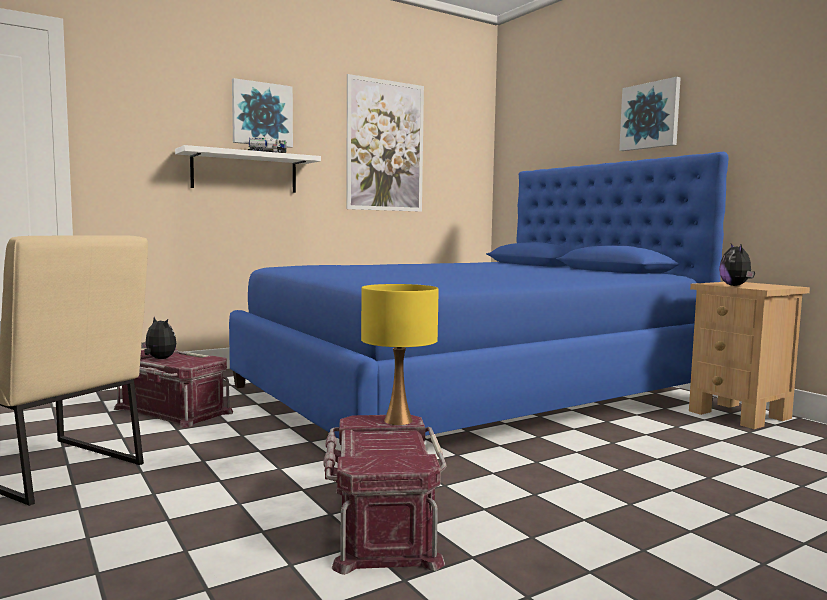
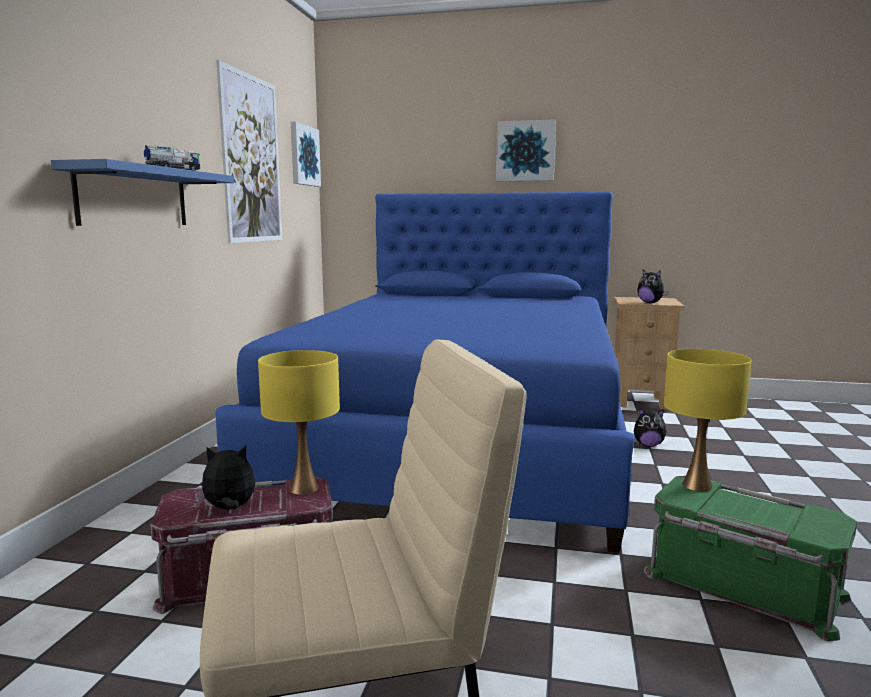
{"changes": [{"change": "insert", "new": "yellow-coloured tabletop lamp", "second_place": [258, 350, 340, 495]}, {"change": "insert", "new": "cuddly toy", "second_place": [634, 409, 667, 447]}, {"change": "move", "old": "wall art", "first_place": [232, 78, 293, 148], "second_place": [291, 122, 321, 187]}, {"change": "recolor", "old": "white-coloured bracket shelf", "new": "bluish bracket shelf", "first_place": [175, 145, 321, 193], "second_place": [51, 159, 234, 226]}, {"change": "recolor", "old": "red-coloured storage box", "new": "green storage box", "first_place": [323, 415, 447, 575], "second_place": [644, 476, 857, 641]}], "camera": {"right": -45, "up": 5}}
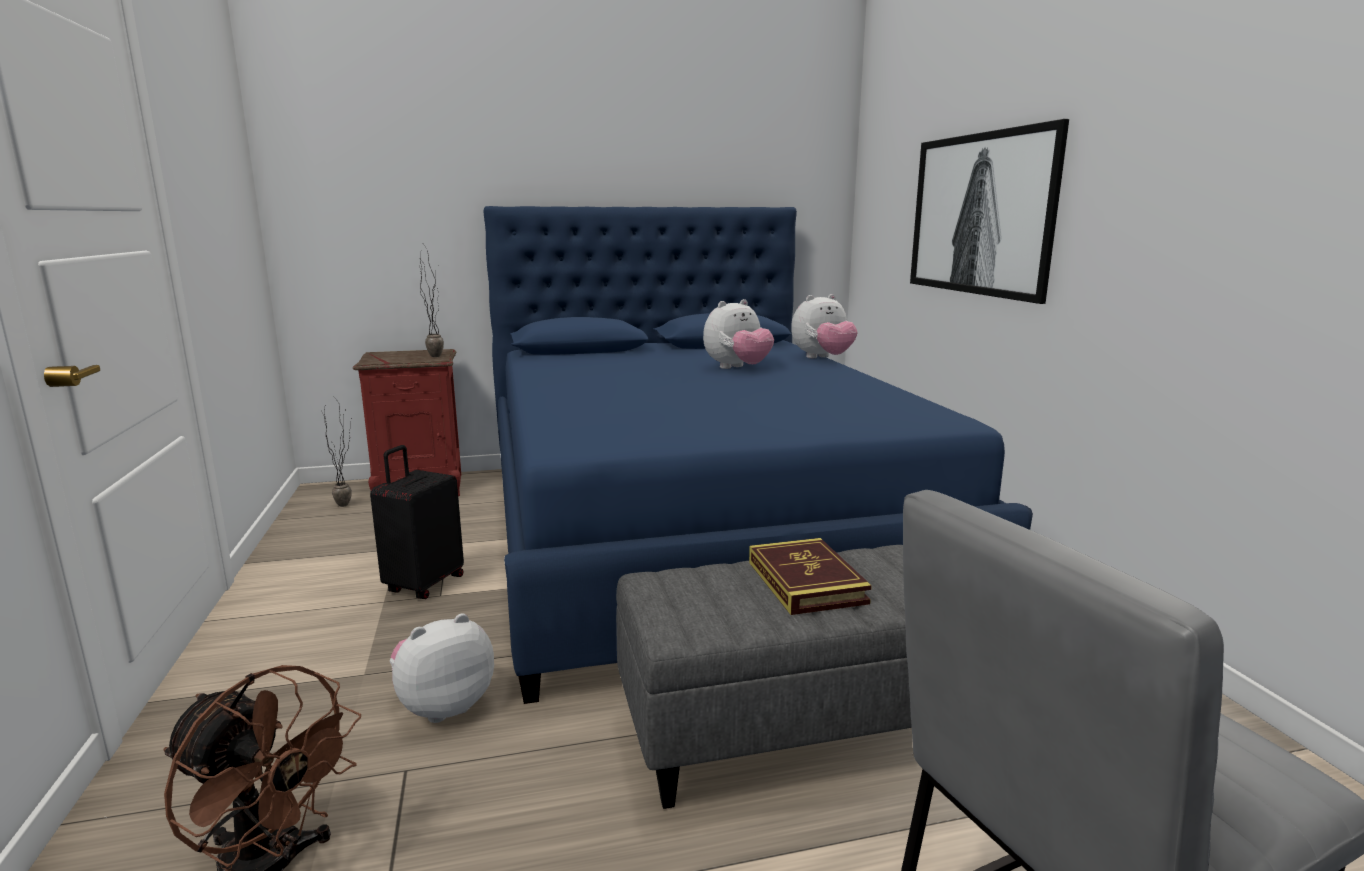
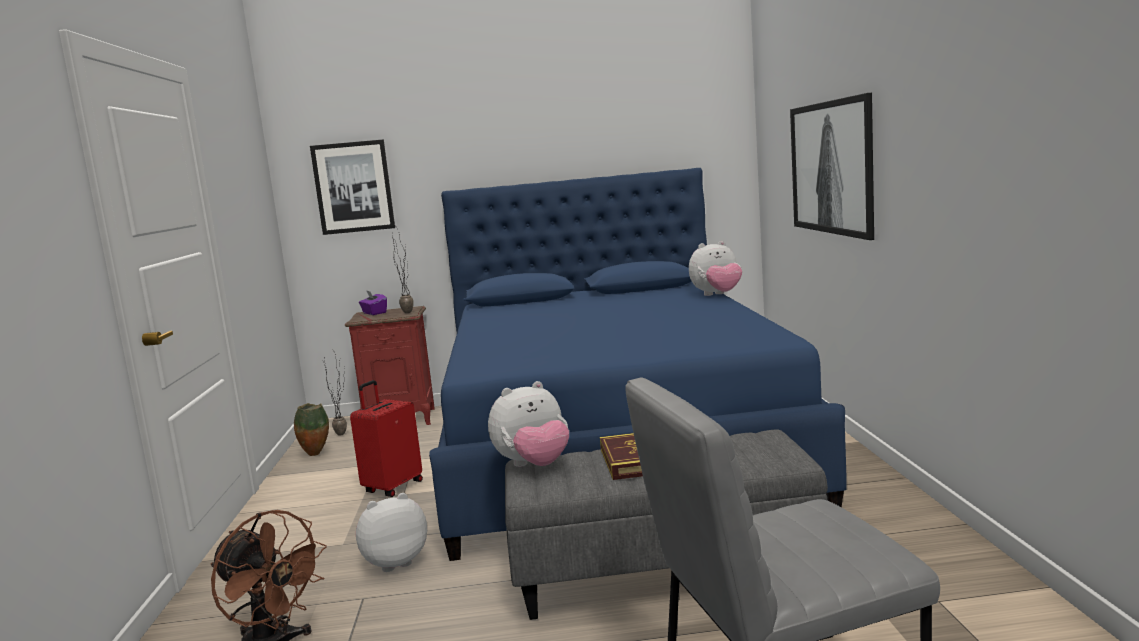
{"changes": [{"change": "insert", "new": "vase", "second_place": [294, 403, 329, 456]}, {"change": "insert", "new": "wall art", "second_place": [310, 139, 395, 235]}, {"change": "insert", "new": "purple box of tissues", "second_place": [359, 290, 387, 315]}, {"change": "move", "old": "cuddly toy", "first_place": [703, 299, 774, 369], "second_place": [488, 381, 569, 467]}, {"change": "recolor", "old": "black piece of luggage", "new": "red-coloured piece of luggage", "first_place": [370, 445, 464, 599], "second_place": [350, 380, 423, 497]}], "camera": {"right": 10, "up": -5}}
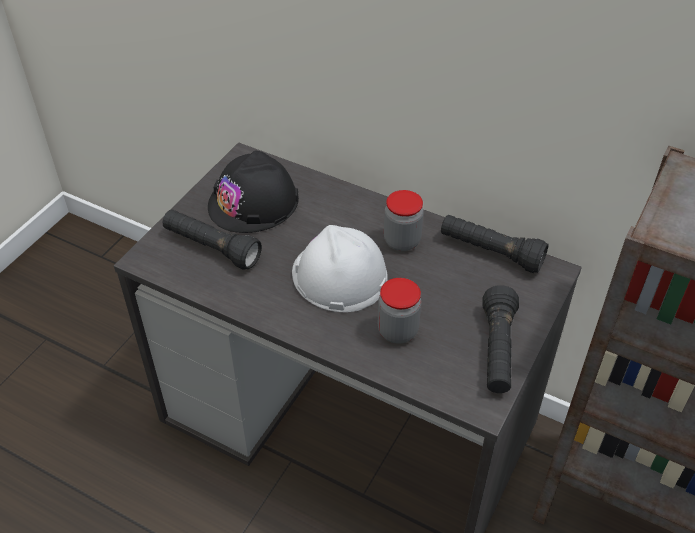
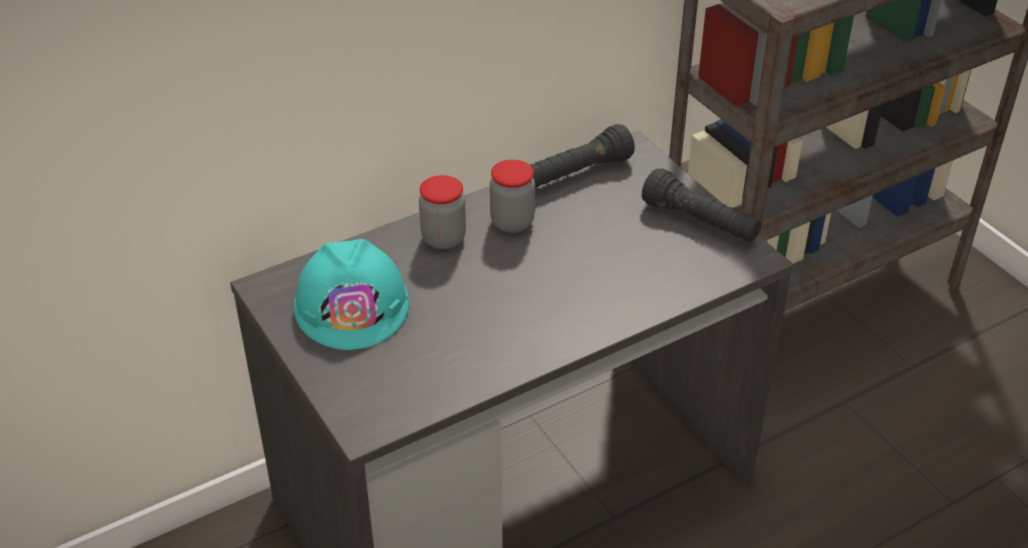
{"changes": [{"change": "delete", "old": "black flashlight", "first_place": [163, 209, 262, 270]}, {"change": "delete", "old": "white-coloured hard hat", "first_place": [292, 225, 388, 312]}, {"change": "move", "old": "preserve jar", "first_place": [378, 278, 421, 344], "second_place": [419, 175, 466, 249]}, {"change": "recolor", "old": "black hard hat", "new": "turquoise-coloured hard hat", "first_place": [208, 150, 299, 233], "second_place": [294, 239, 409, 350]}], "camera": {"right": -60, "up": -5}}
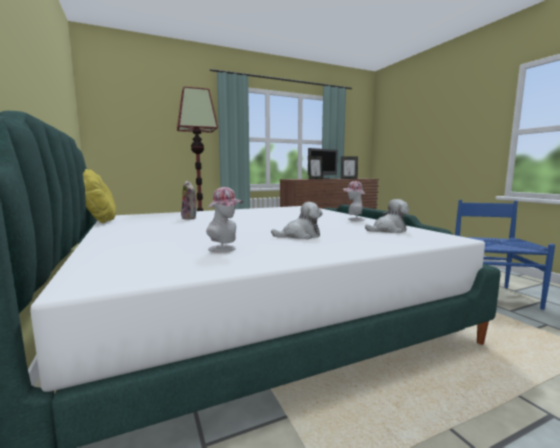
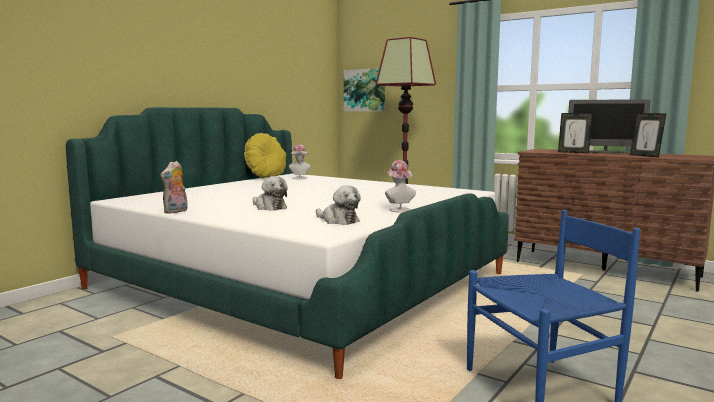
{"changes": [{"change": "insert", "new": "wall art", "second_place": [344, 68, 385, 111]}, {"change": "move", "old": "cuddly toy", "first_place": [181, 181, 198, 219], "second_place": [161, 161, 188, 214]}, {"change": "move", "old": "clothing hat", "first_place": [206, 187, 244, 252], "second_place": [289, 144, 310, 179]}], "camera": {"right": 60, "up": 0}}
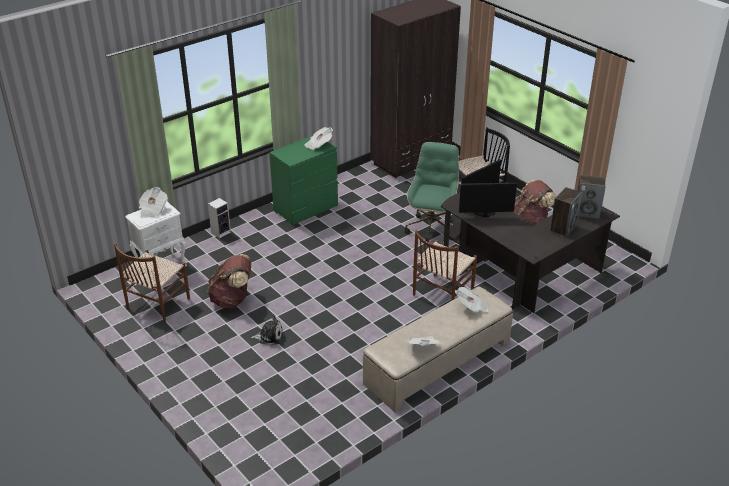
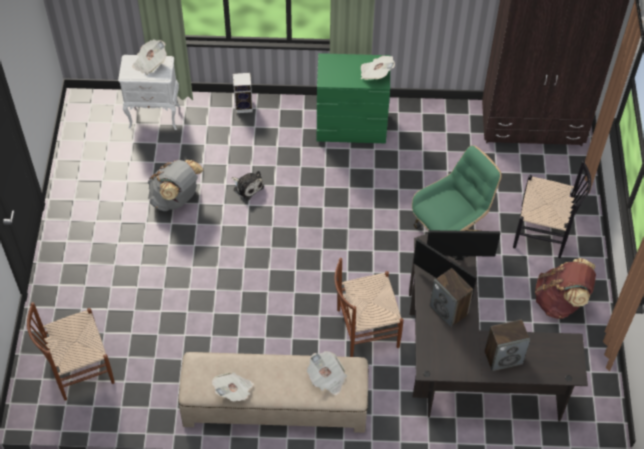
{"changes": [{"change": "move", "old": "brownish chair", "first_place": [114, 243, 190, 323], "second_place": [27, 302, 115, 401]}, {"change": "move", "old": "cuddly toy", "first_place": [251, 316, 283, 345], "second_place": [232, 171, 264, 200]}, {"change": "move", "old": "audio speaker", "first_place": [577, 175, 606, 219], "second_place": [430, 268, 473, 328]}, {"change": "recolor", "old": "brownish backpack", "new": "grey backpack", "first_place": [207, 254, 251, 308], "second_place": [148, 160, 203, 211]}], "camera": {"right": 40, "up": 20}}
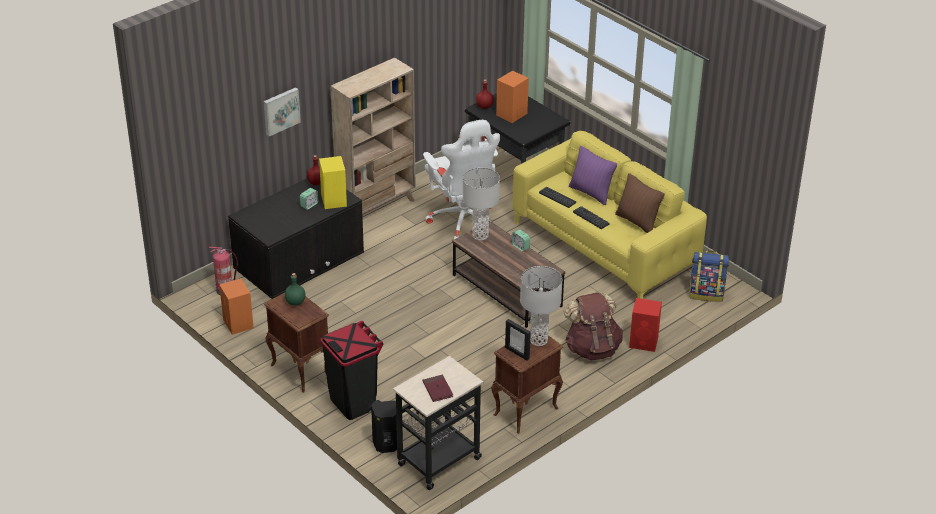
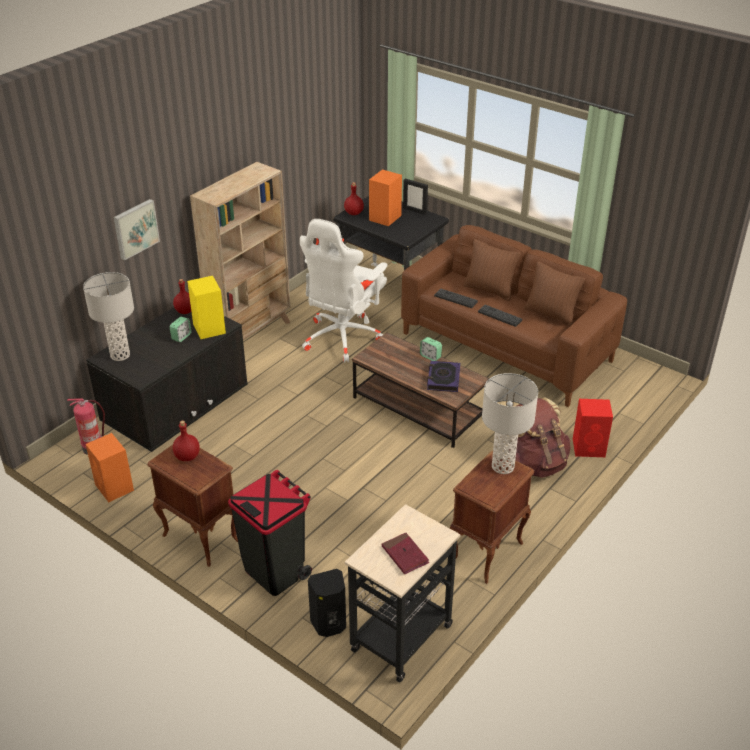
{"changes": [{"change": "delete", "old": "backpack", "first_place": [690, 251, 729, 302]}, {"change": "insert", "new": "volume", "second_place": [427, 361, 460, 392]}, {"change": "move", "old": "white-coloured tabletop lamp", "first_place": [463, 167, 500, 240], "second_place": [83, 272, 134, 361]}, {"change": "move", "old": "standing frame", "first_place": [505, 319, 531, 361], "second_place": [403, 179, 428, 215]}, {"change": "recolor", "old": "green bottle", "new": "red-coloured bottle", "first_place": [285, 273, 306, 306], "second_place": [173, 421, 200, 461]}, {"change": "recolor", "old": "yellow-coloured settee", "new": "brownish settee", "first_place": [513, 131, 707, 299], "second_place": [401, 225, 627, 407]}, {"change": "recolor", "old": "purple cushion", "new": "brownish cushion", "first_place": [569, 146, 617, 205], "second_place": [464, 239, 521, 301]}, {"change": "rotate", "old": "white-coloured desk chair", "first_place": [423, 120, 500, 239], "second_place": [300, 219, 387, 363], "degrees": 60}], "camera": {"right": -10, "up": 0}}
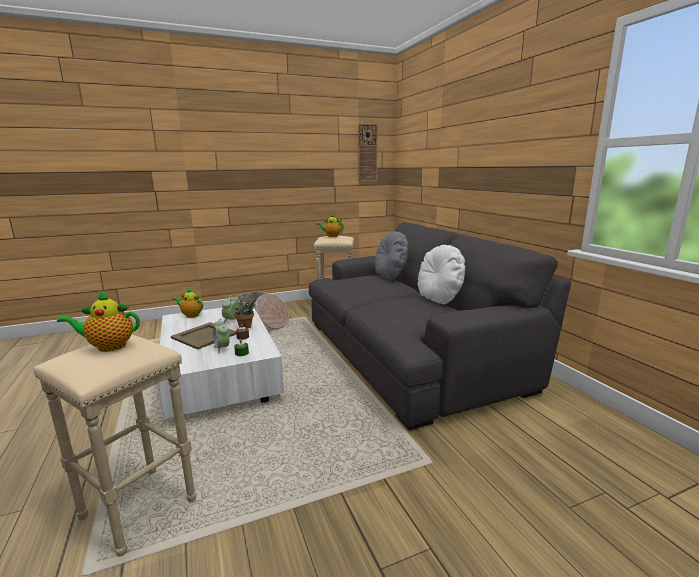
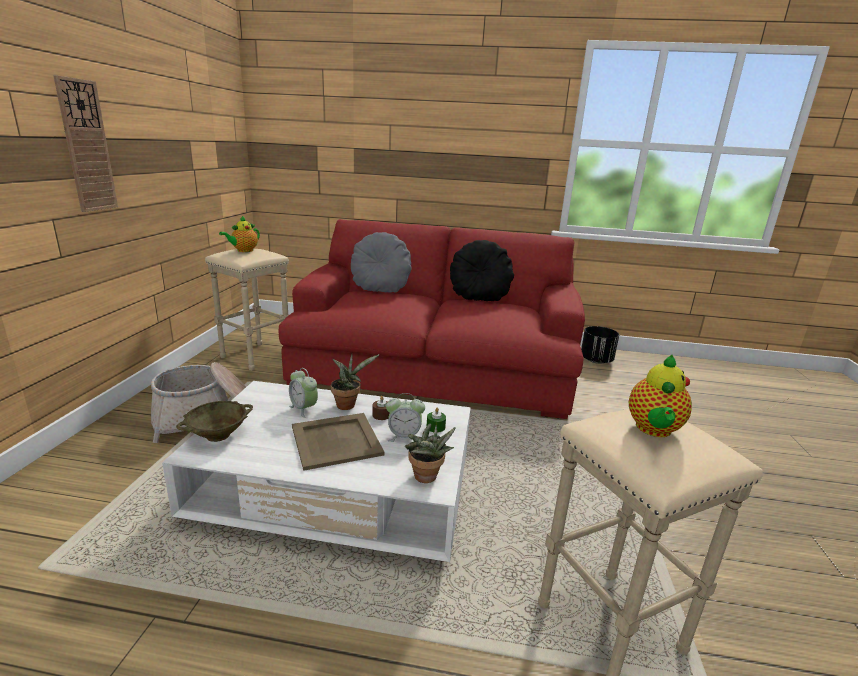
{"changes": [{"change": "insert", "new": "potted plant", "second_place": [405, 423, 456, 483]}, {"change": "insert", "new": "black plant pot", "second_place": [581, 326, 619, 364]}, {"change": "move", "old": "wall clock", "first_place": [358, 124, 378, 182], "second_place": [53, 75, 118, 212]}, {"change": "replace", "old": "pot for tea", "new": "beige-coloured serving bowl", "first_place": [172, 288, 203, 318], "second_place": [176, 401, 253, 442]}, {"change": "recolor", "old": "grey settee", "new": "red-coloured settee", "first_place": [309, 222, 571, 430], "second_place": [279, 219, 585, 419]}, {"change": "recolor", "old": "white-coloured cushion", "new": "black cushion", "first_place": [417, 245, 465, 304], "second_place": [450, 240, 514, 301]}], "camera": {"right": -60, "up": 5}}
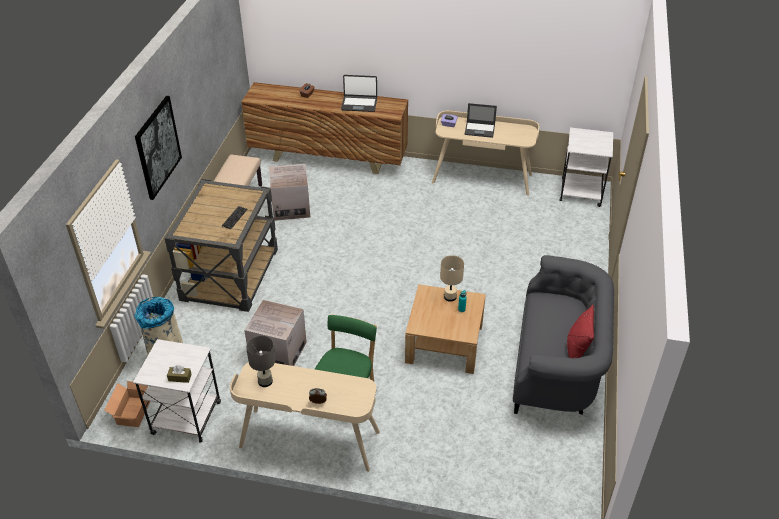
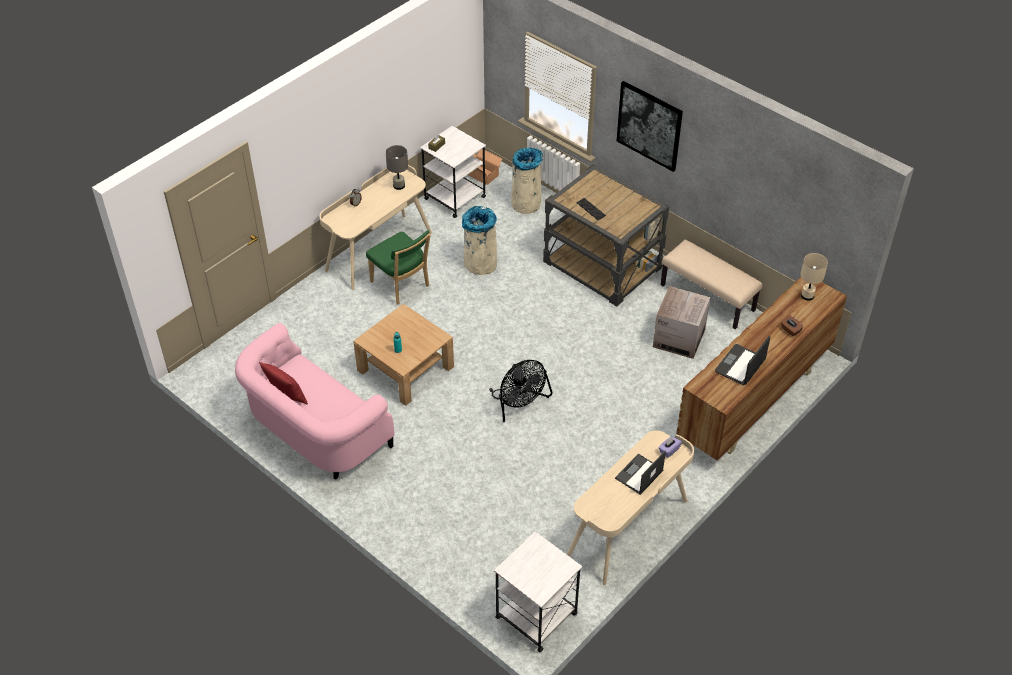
{"changes": [{"change": "insert", "new": "black cooling fan", "second_place": [489, 360, 553, 422]}, {"change": "move", "old": "beige-coloured tabletop lamp", "first_place": [440, 255, 464, 302], "second_place": [801, 253, 828, 300]}, {"change": "replace", "old": "packing box", "new": "beige-coloured waste bin", "first_place": [244, 300, 307, 366], "second_place": [462, 206, 497, 275]}, {"change": "recolor", "old": "grey settee", "new": "pinkish settee", "first_place": [513, 255, 614, 415], "second_place": [235, 323, 395, 480]}], "camera": {"right": 120, "up": 5}}
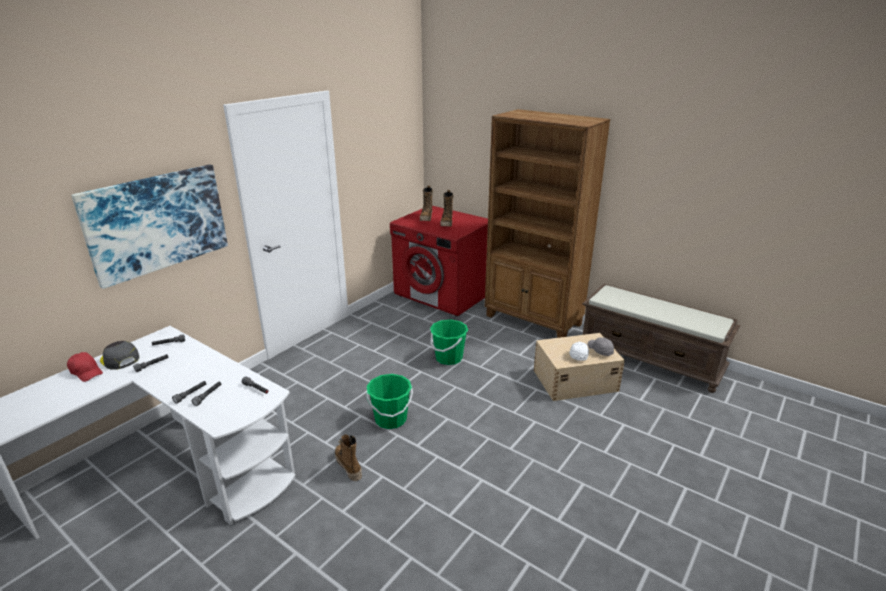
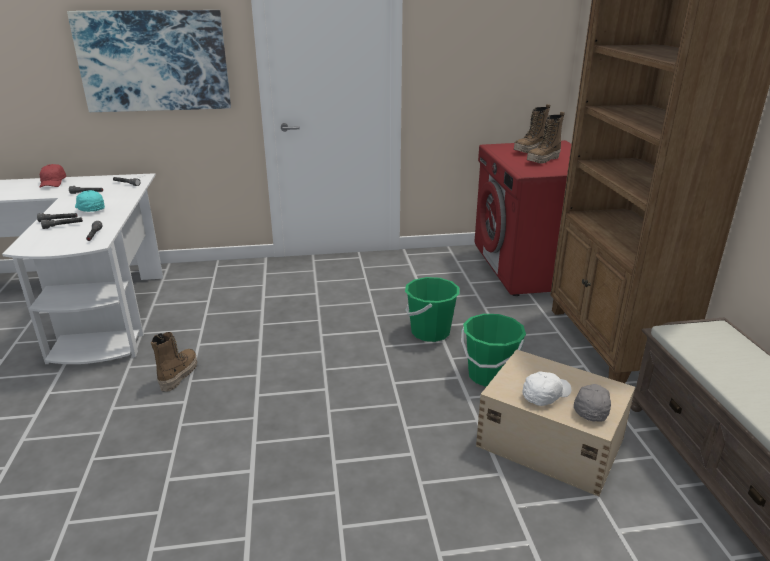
{"changes": [{"change": "delete", "old": "grey cap", "first_place": [100, 341, 140, 370]}, {"change": "insert", "new": "turquoise-coloured cap", "second_place": [75, 190, 105, 212]}, {"change": "move", "old": "green water bucket", "first_place": [366, 374, 413, 429], "second_place": [461, 314, 526, 387]}], "camera": {"right": 45, "up": 0}}
